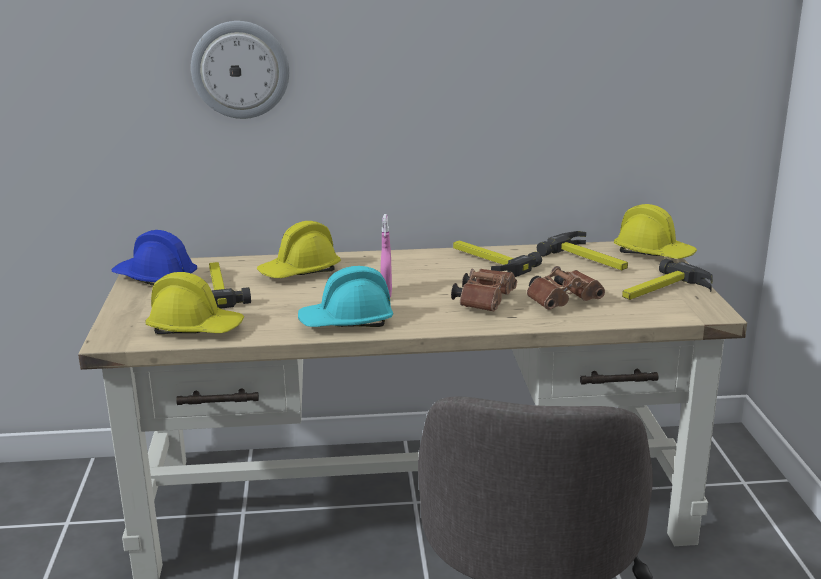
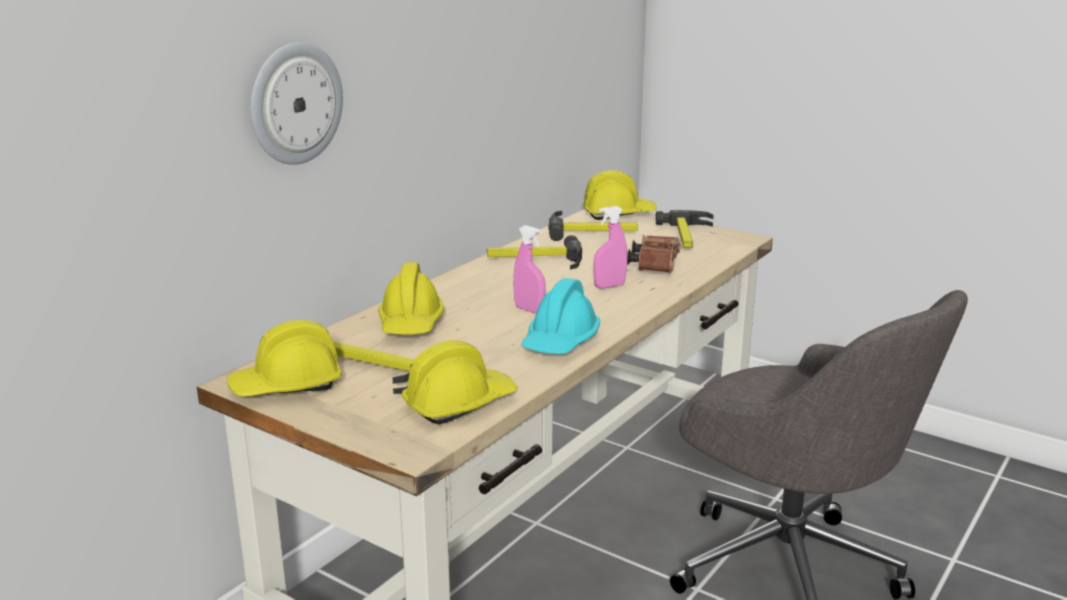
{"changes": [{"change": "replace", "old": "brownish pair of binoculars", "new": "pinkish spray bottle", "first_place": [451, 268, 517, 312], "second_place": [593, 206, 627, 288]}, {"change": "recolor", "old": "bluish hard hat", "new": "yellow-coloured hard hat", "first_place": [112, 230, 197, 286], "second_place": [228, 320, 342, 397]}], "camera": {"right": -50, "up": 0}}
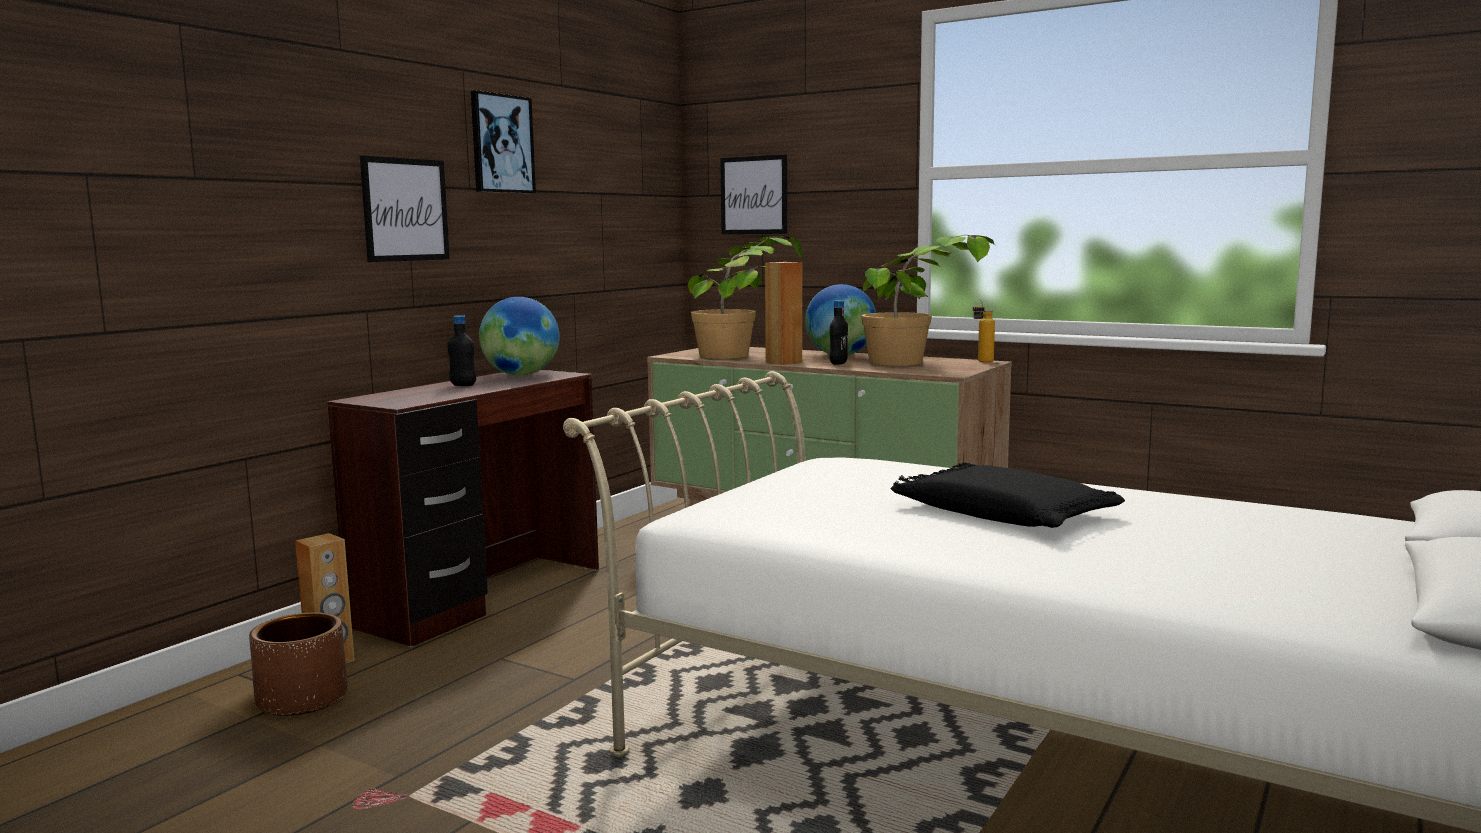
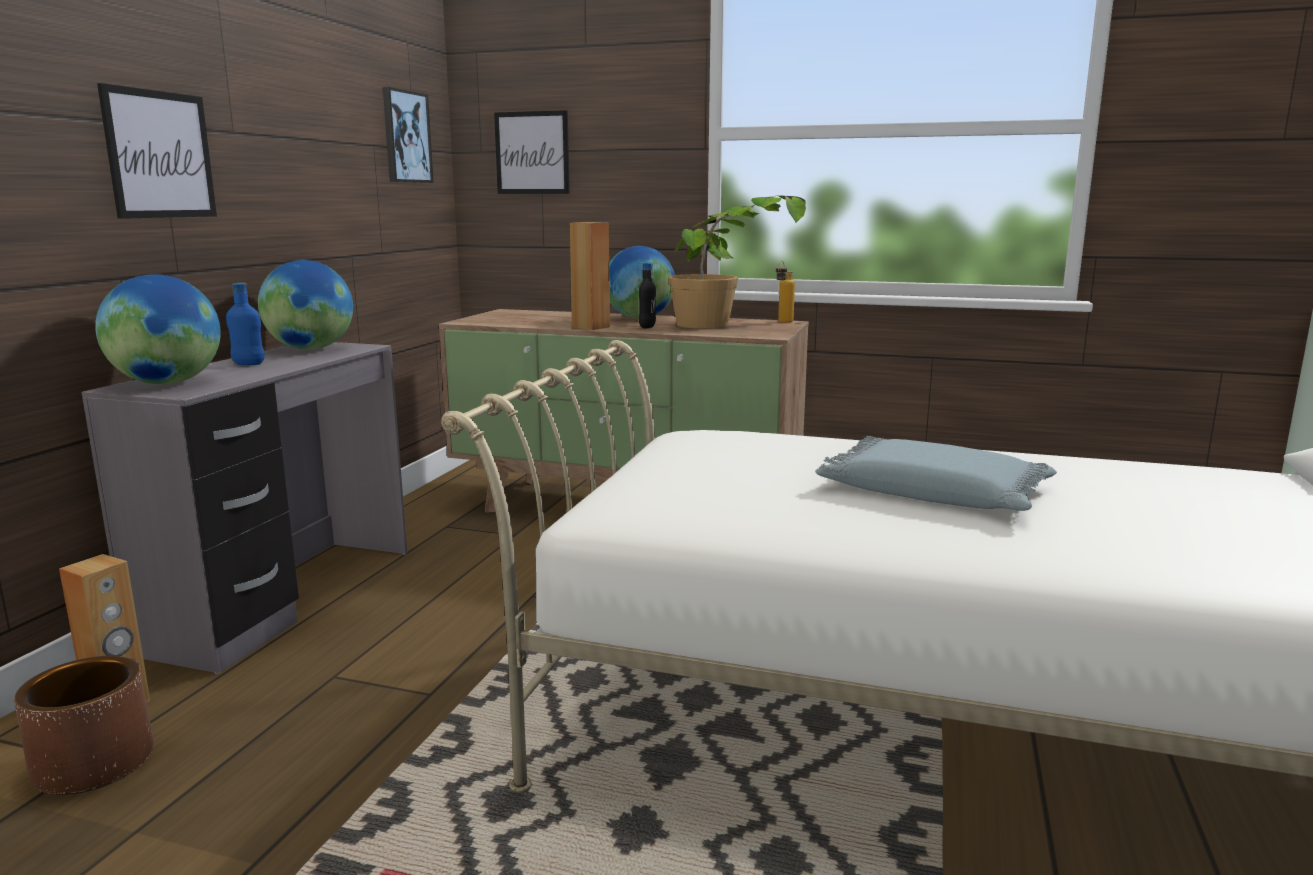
{"changes": [{"change": "delete", "old": "potted plant", "first_place": [688, 236, 802, 359]}, {"change": "insert", "new": "desk globe", "second_place": [95, 274, 221, 385]}, {"change": "move", "old": "wall art", "first_place": [471, 90, 536, 194], "second_place": [383, 87, 434, 183]}, {"change": "recolor", "old": "brownish desk table", "new": "grey desk table", "first_place": [327, 370, 599, 647], "second_place": [82, 342, 407, 674]}, {"change": "recolor", "old": "black bottle", "new": "bluish bottle", "first_place": [447, 315, 476, 386], "second_place": [226, 283, 265, 365]}, {"change": "recolor", "old": "black cushion", "new": "bluish cushion", "first_place": [891, 462, 1125, 528], "second_place": [815, 436, 1057, 511]}], "camera": {"right": -15, "up": 5}}
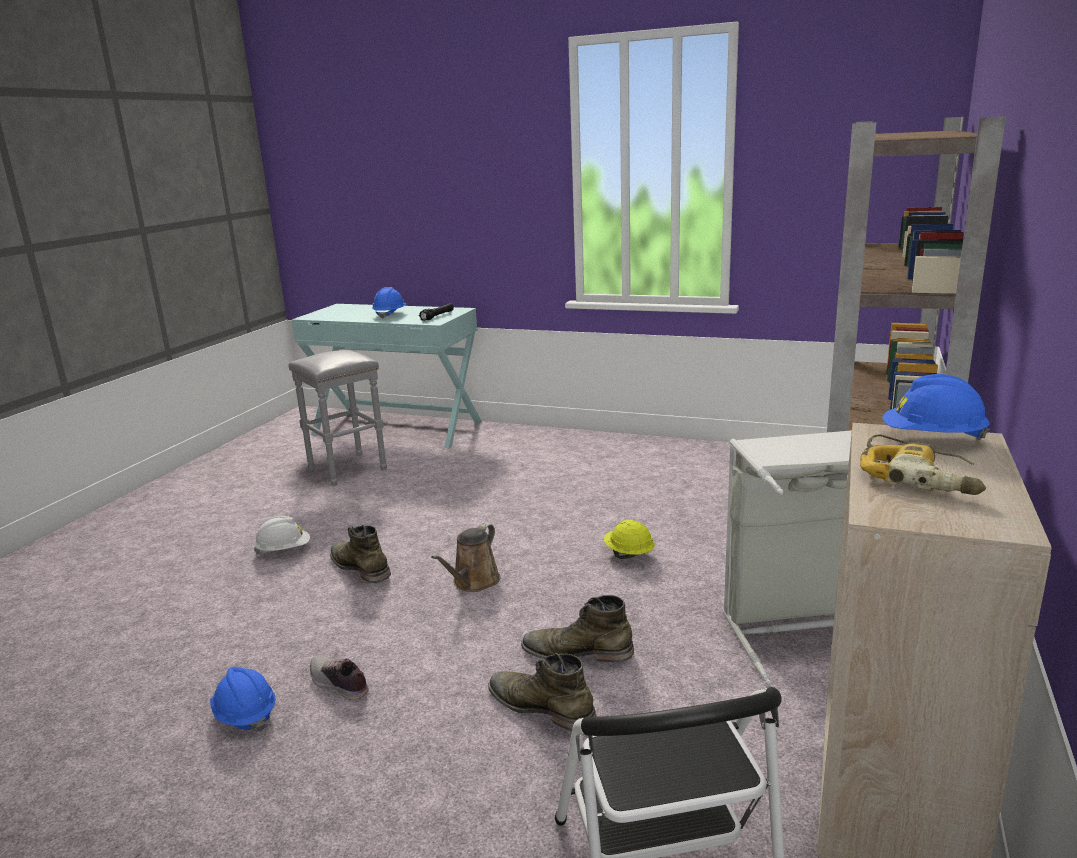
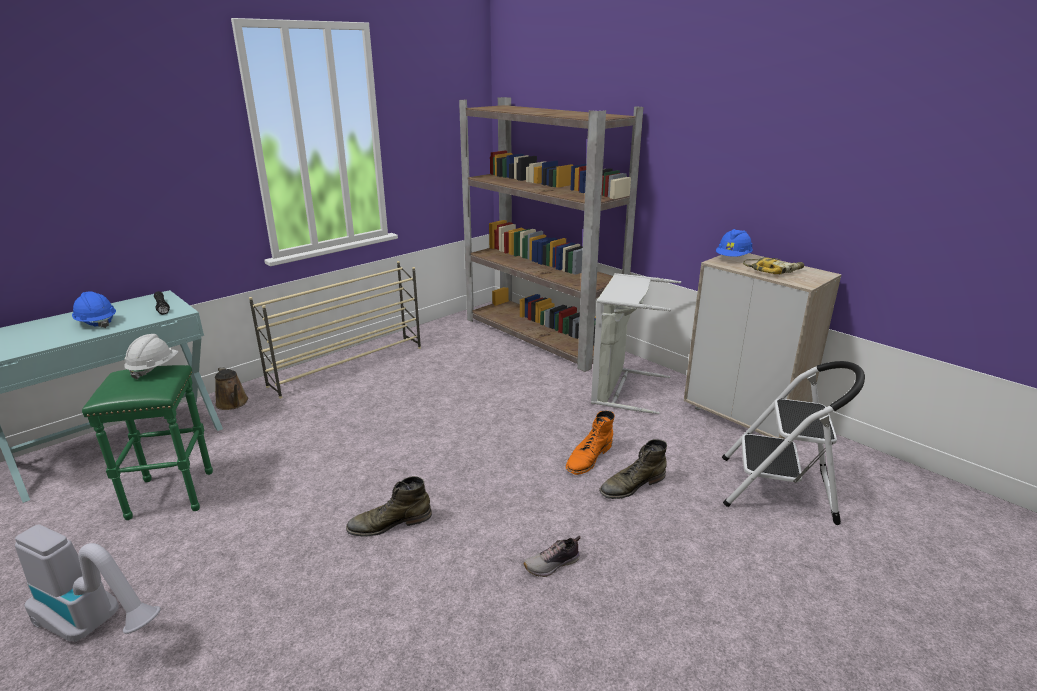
{"changes": [{"change": "delete", "old": "bluish hard hat", "first_place": [210, 667, 276, 732]}, {"change": "delete", "old": "yellow-coloured hard hat", "first_place": [604, 520, 655, 559]}, {"change": "insert", "new": "vacuum cleaner", "second_place": [15, 524, 161, 642]}, {"change": "insert", "new": "beige-coloured shoe shelf", "second_place": [249, 261, 421, 399]}, {"change": "move", "old": "white-coloured hard hat", "first_place": [254, 516, 310, 555], "second_place": [124, 334, 178, 379]}, {"change": "move", "old": "brownish sprinkling can", "first_place": [431, 523, 500, 592], "second_place": [215, 366, 248, 410]}, {"change": "recolor", "old": "grey sitting stool", "new": "green sitting stool", "first_place": [289, 350, 387, 486], "second_place": [82, 365, 213, 520]}, {"change": "recolor", "old": "green tall boot", "new": "orange-coloured tall boot", "first_place": [521, 595, 634, 663], "second_place": [566, 411, 615, 475]}], "camera": {"right": -65, "up": 5}}
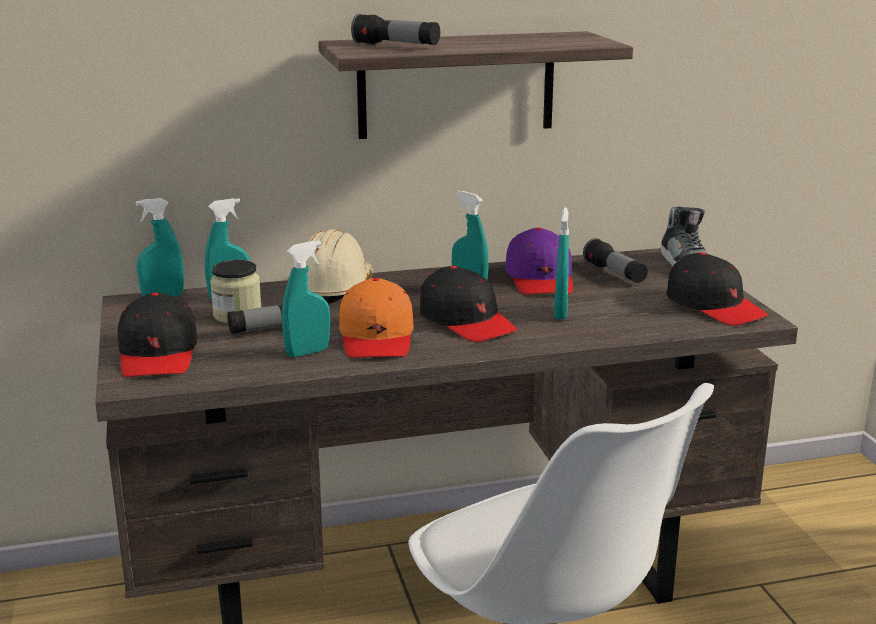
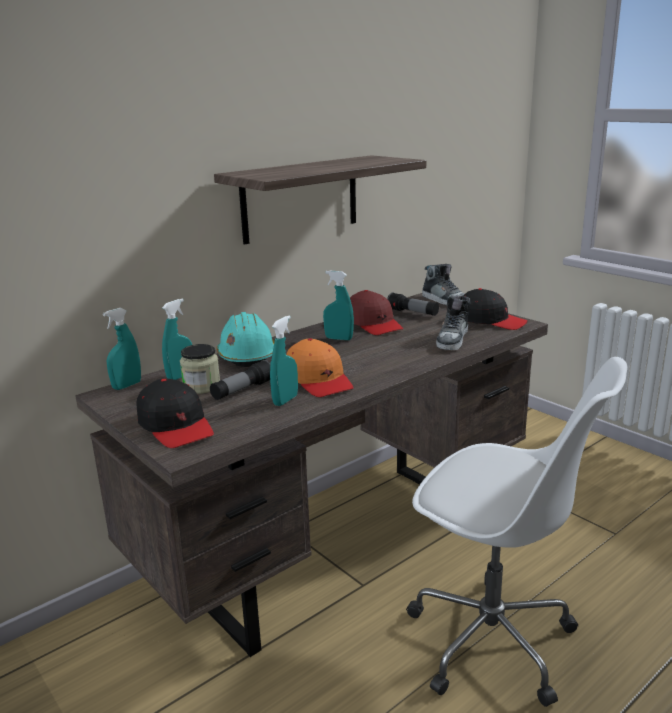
{"changes": [{"change": "delete", "old": "flashlight", "first_place": [351, 14, 440, 45]}, {"change": "delete", "old": "black cap", "first_place": [420, 266, 517, 342]}, {"change": "delete", "old": "turquoise-coloured spray bottle", "first_place": [554, 207, 569, 319]}, {"change": "insert", "new": "item of footwear", "second_place": [436, 295, 470, 350]}, {"change": "recolor", "old": "beige-coloured hard hat", "new": "turquoise-coloured hard hat", "first_place": [288, 229, 373, 303], "second_place": [217, 312, 275, 367]}, {"change": "recolor", "old": "purple cap", "new": "red-coloured cap", "first_place": [505, 227, 573, 295], "second_place": [350, 290, 403, 335]}], "camera": {"right": -25, "up": 0}}
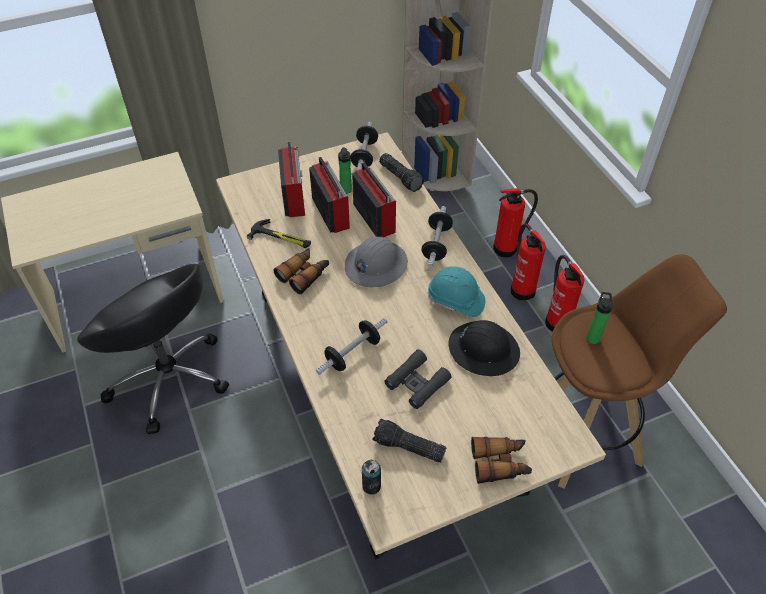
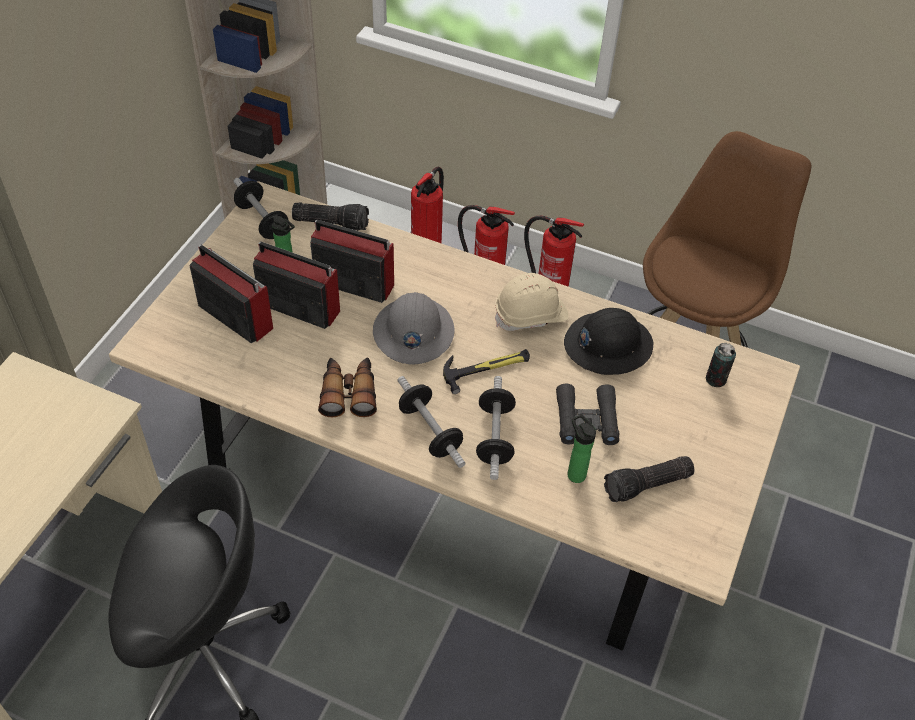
{"changes": [{"change": "delete", "old": "pair of binoculars", "first_place": [471, 437, 532, 484]}, {"change": "move", "old": "tool hammer", "first_place": [247, 219, 311, 248], "second_place": [443, 349, 530, 394]}, {"change": "move", "old": "can", "first_place": [362, 460, 381, 495], "second_place": [706, 343, 736, 387]}, {"change": "move", "old": "free weight", "first_place": [421, 206, 453, 268], "second_place": [397, 376, 466, 468]}, {"change": "move", "old": "bottle", "first_place": [586, 292, 613, 344], "second_place": [567, 414, 596, 483]}, {"change": "recolor", "old": "turquoise-coloured hard hat", "new": "beige-coloured hard hat", "first_place": [427, 266, 485, 317], "second_place": [495, 273, 569, 331]}], "camera": {"right": -45, "up": 0}}
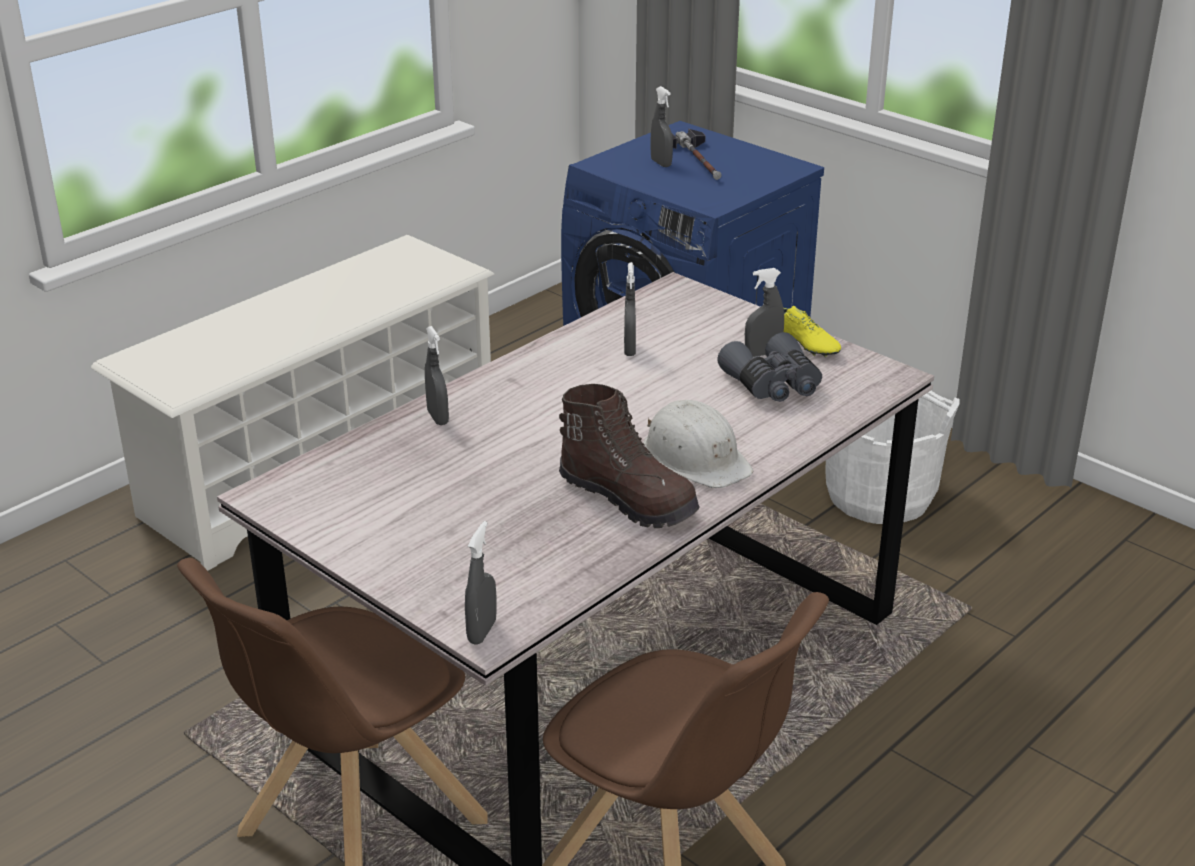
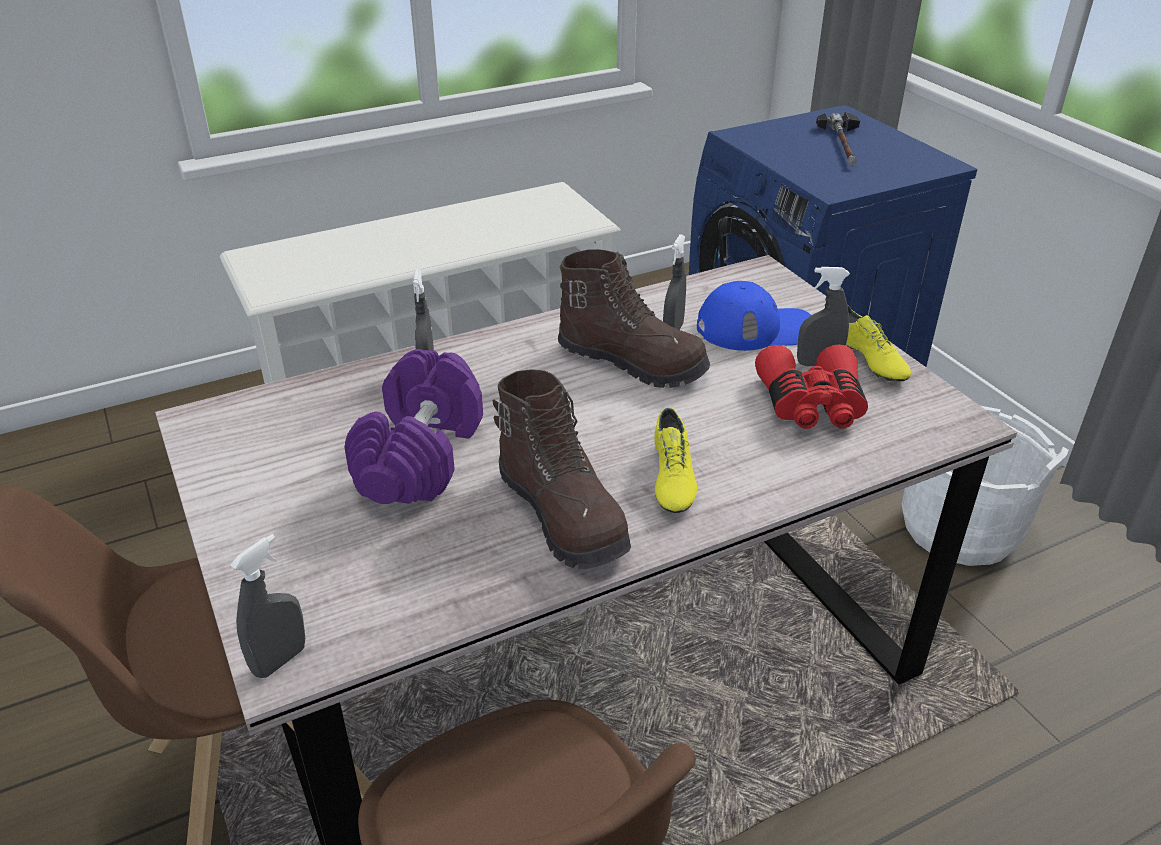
{"changes": [{"change": "delete", "old": "grey spray bottle", "first_place": [651, 86, 673, 167]}, {"change": "insert", "new": "purple free weight", "second_place": [344, 349, 483, 504]}, {"change": "insert", "new": "brownish tall boot", "second_place": [558, 249, 710, 388]}, {"change": "insert", "new": "bluish cap", "second_place": [697, 281, 811, 351]}, {"change": "replace", "old": "white-coloured hard hat", "new": "yellow-coloured item of footwear", "first_place": [644, 400, 753, 488], "second_place": [654, 408, 697, 513]}, {"change": "recolor", "old": "grey pair of binoculars", "new": "red-coloured pair of binoculars", "first_place": [717, 332, 822, 402], "second_place": [755, 344, 868, 429]}], "camera": {"right": 20, "up": 5}}
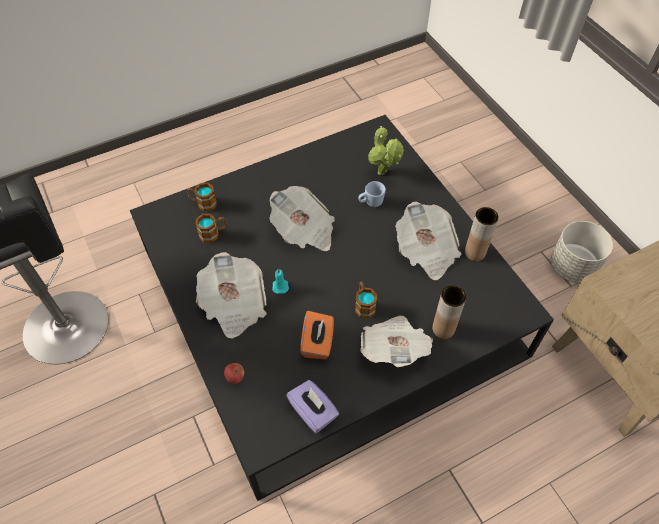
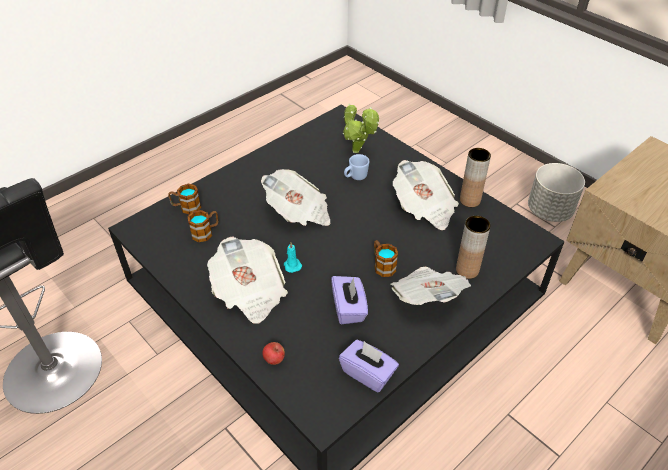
{"changes": [{"change": "recolor", "old": "orange-coloured box of tissues", "new": "purple box of tissues", "first_place": [300, 311, 334, 360], "second_place": [331, 276, 368, 324]}], "camera": {"right": -15, "up": -10}}
